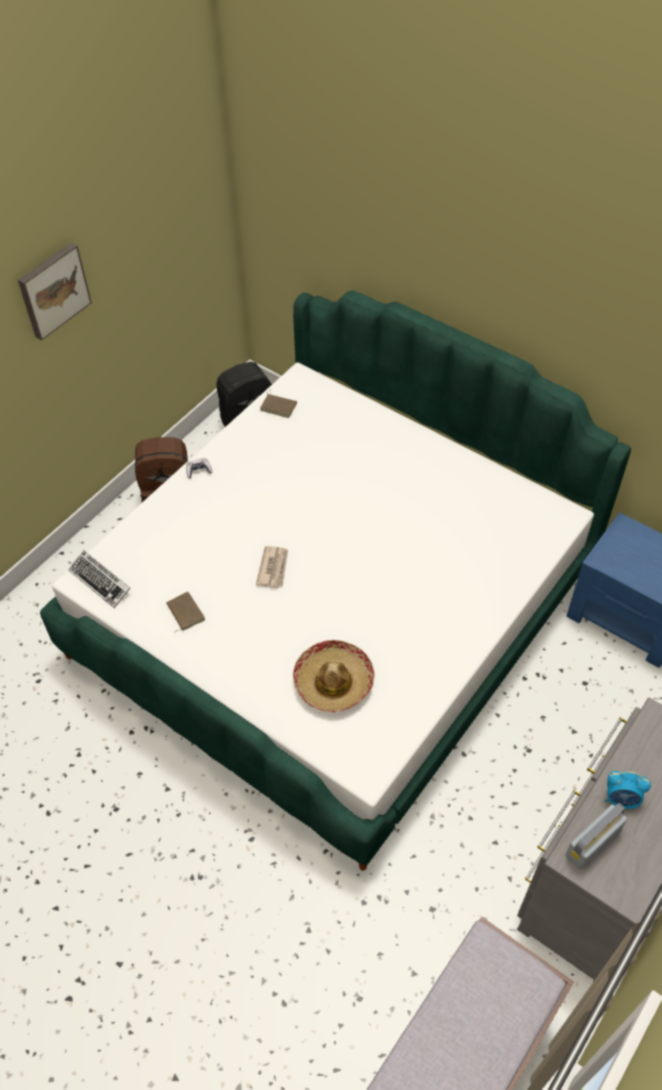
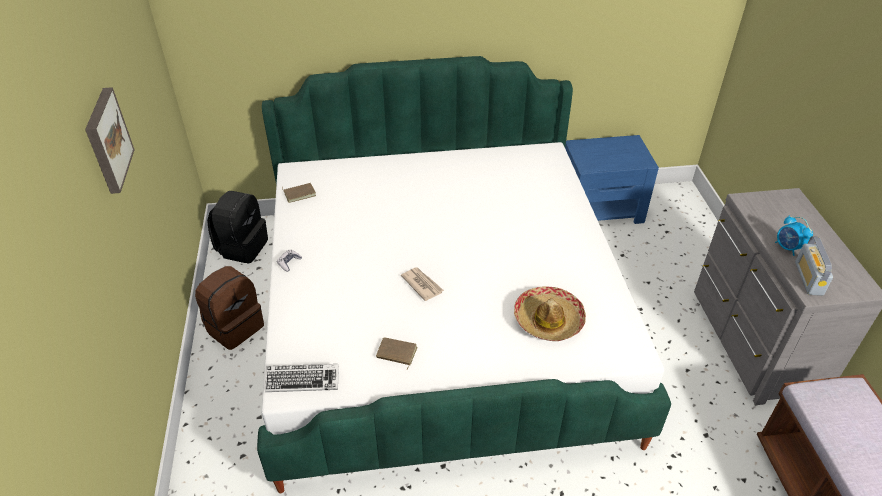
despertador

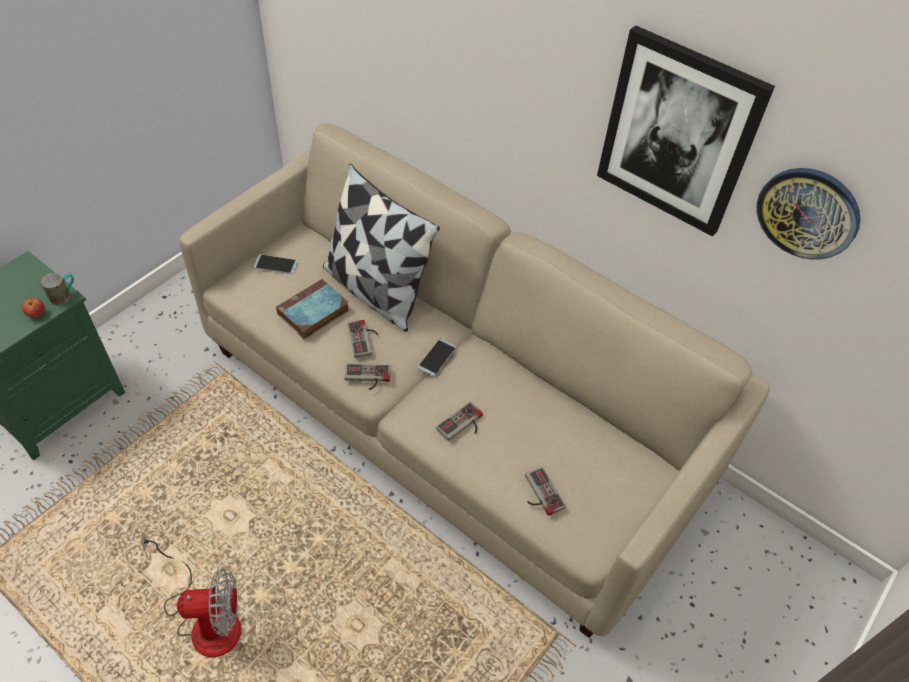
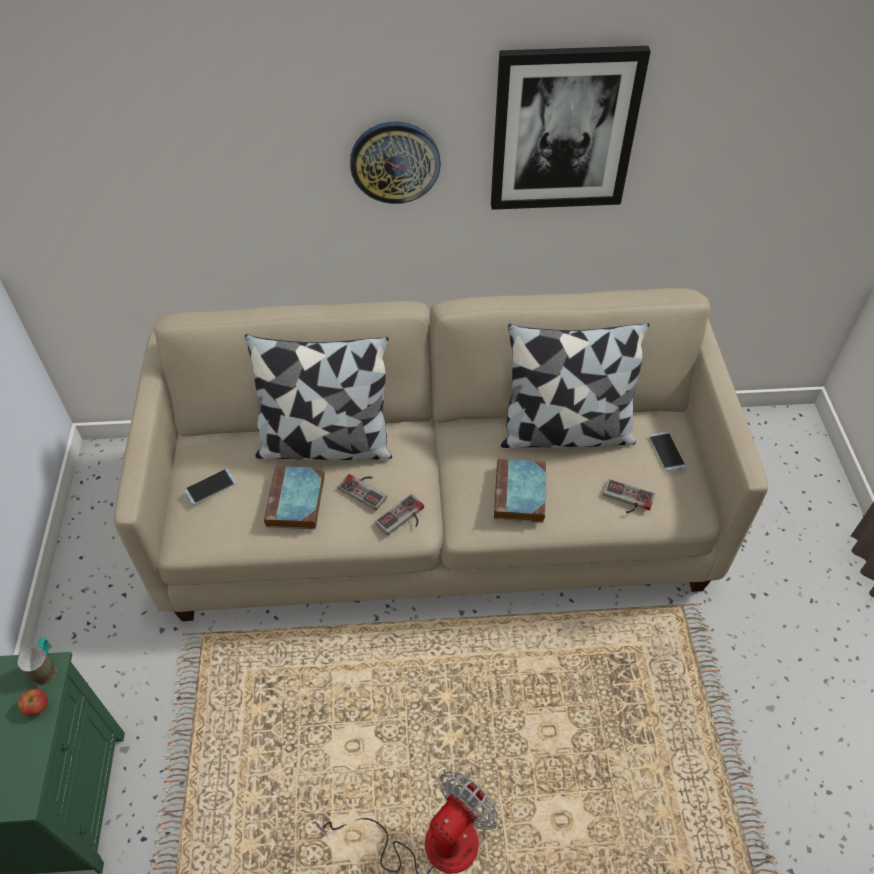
cojín (2nd from left); móvil (2nd from left); reloj de pared; libro (2nd from left)

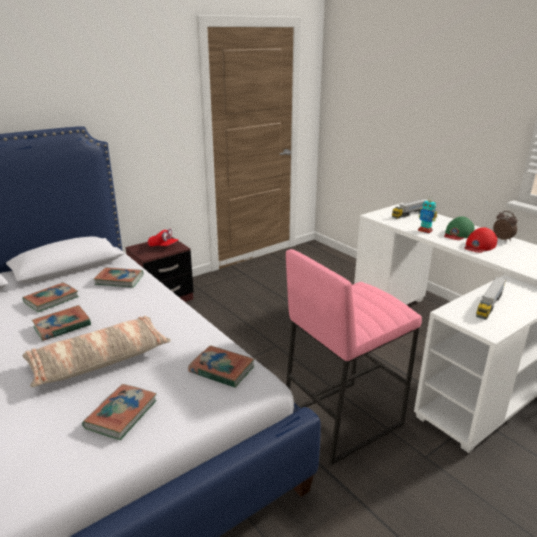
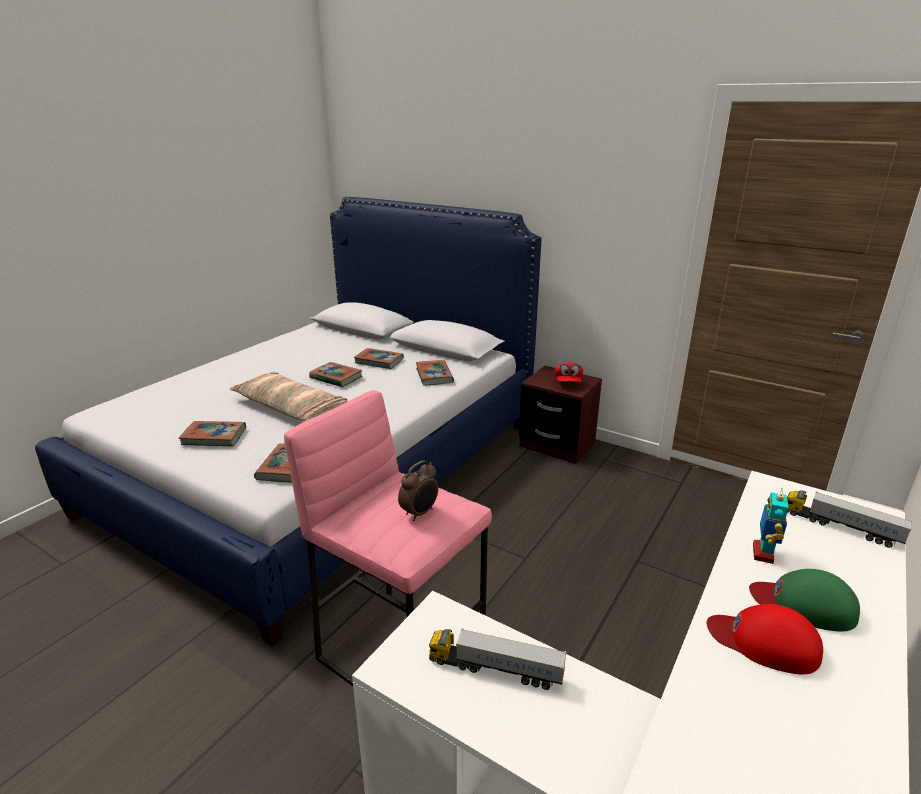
despertador

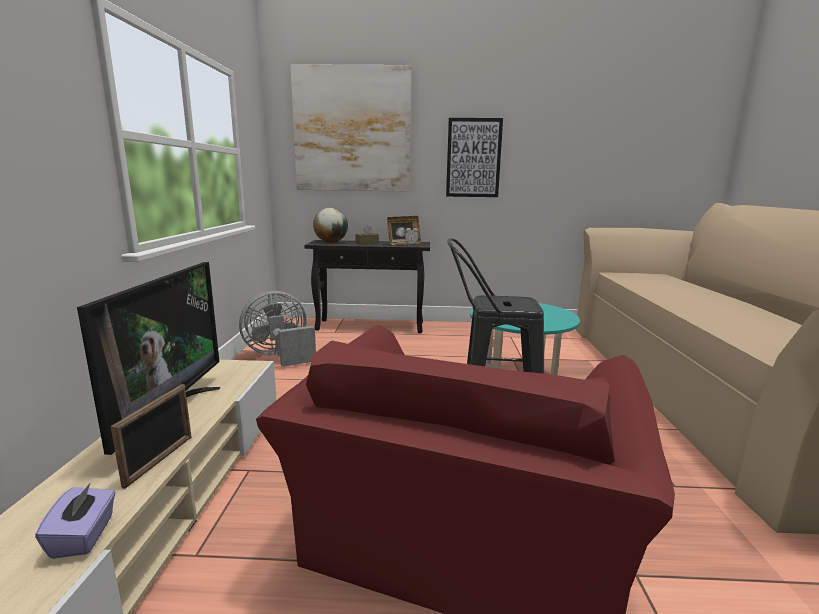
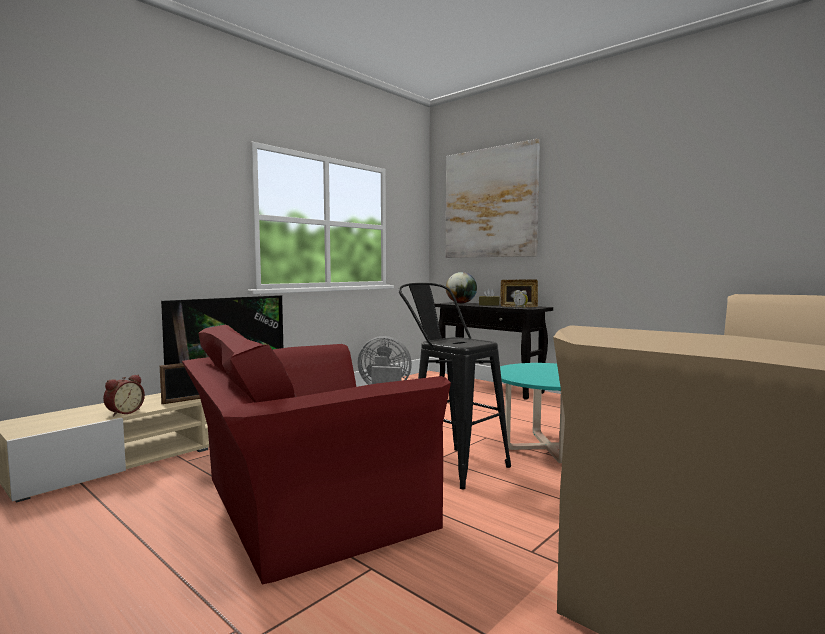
cuadro (2nd from left in the first image); despertador (1st from left)

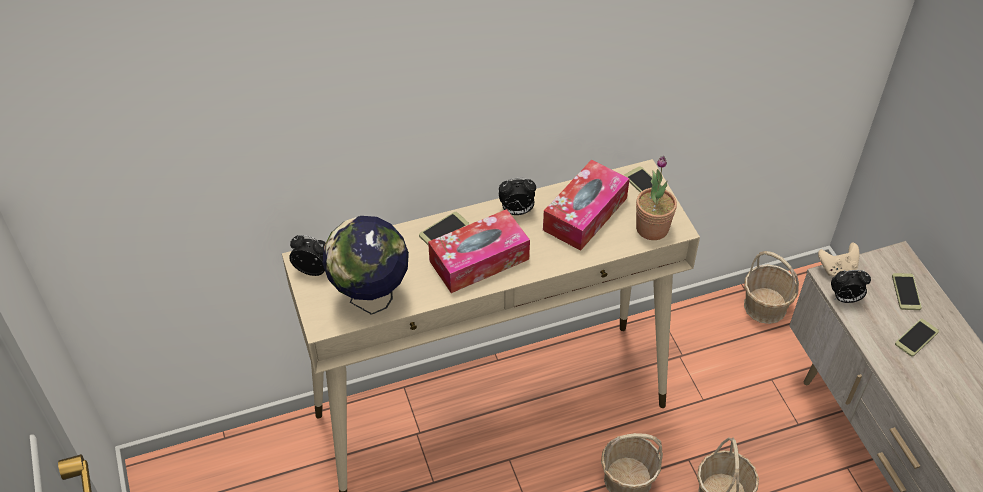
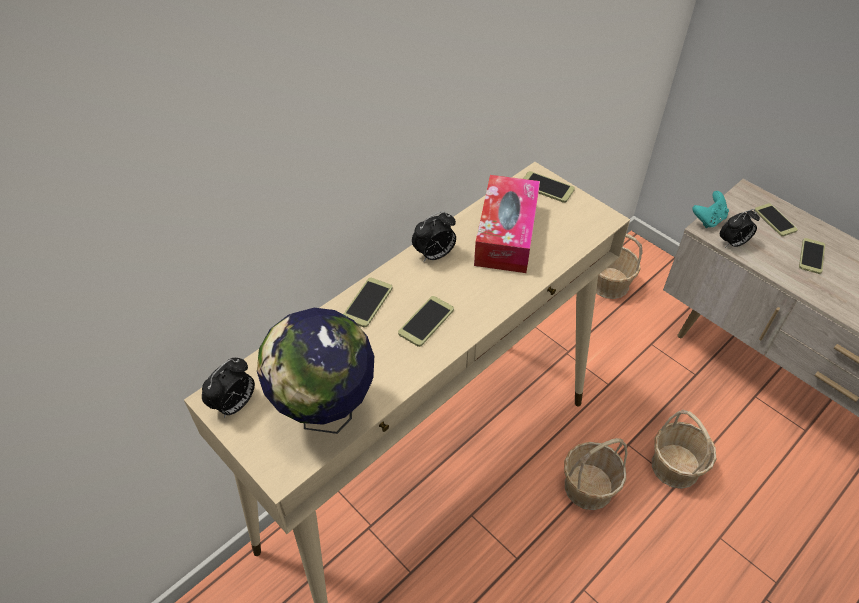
planta en maceta; móvil (2nd from left); mando de consola/turquesa; despertador (1st from left)

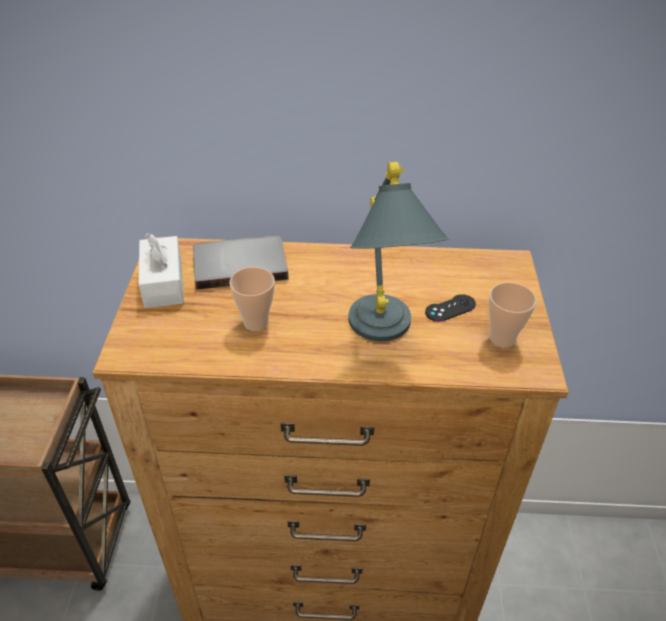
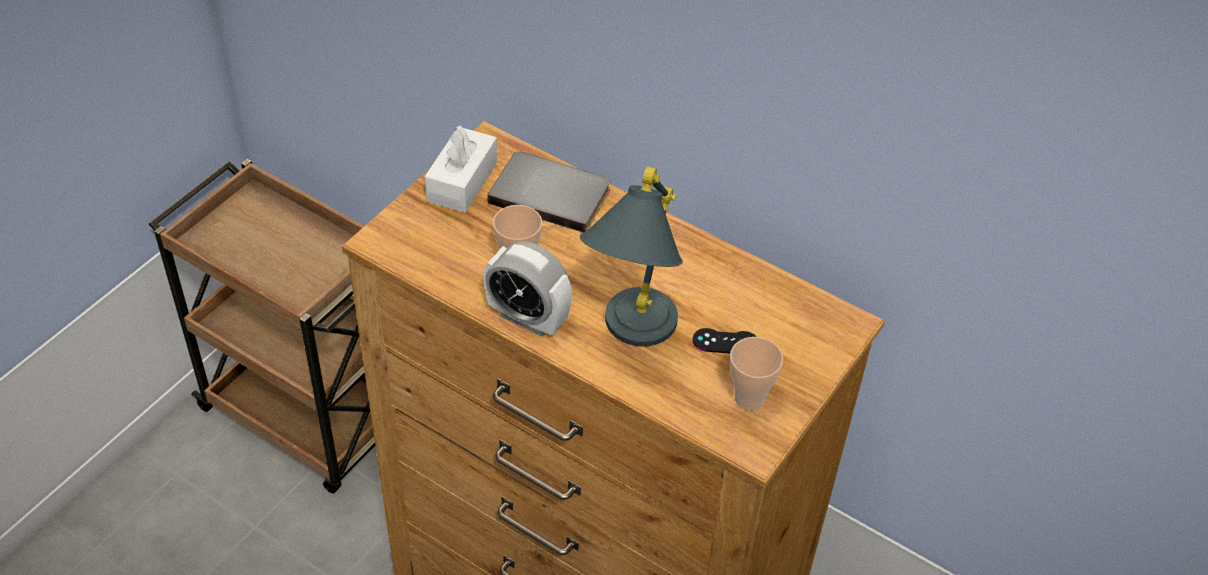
despertador

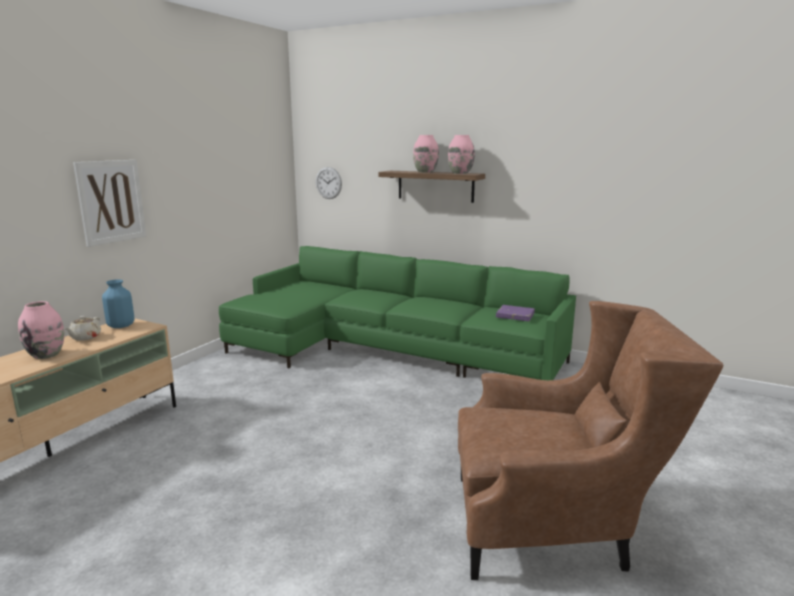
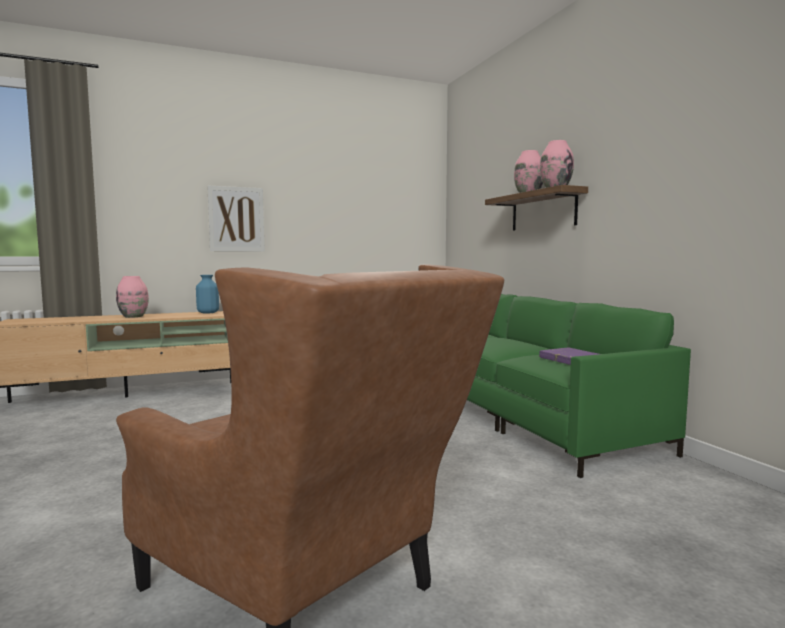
tetera/beis; reloj de pared

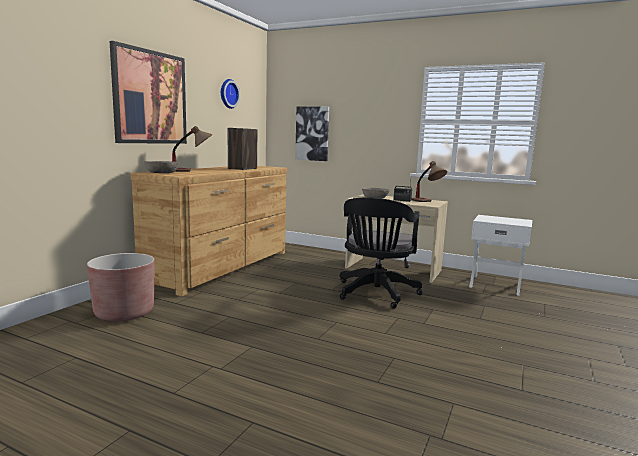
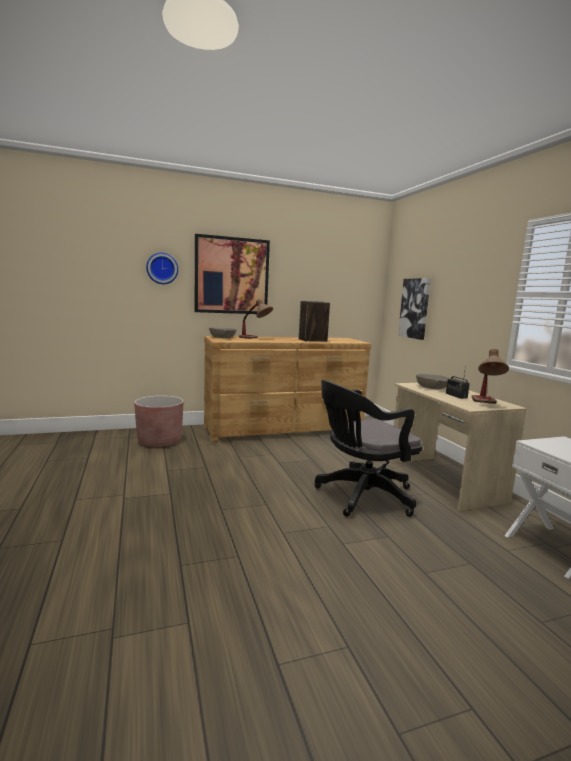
reloj de pared

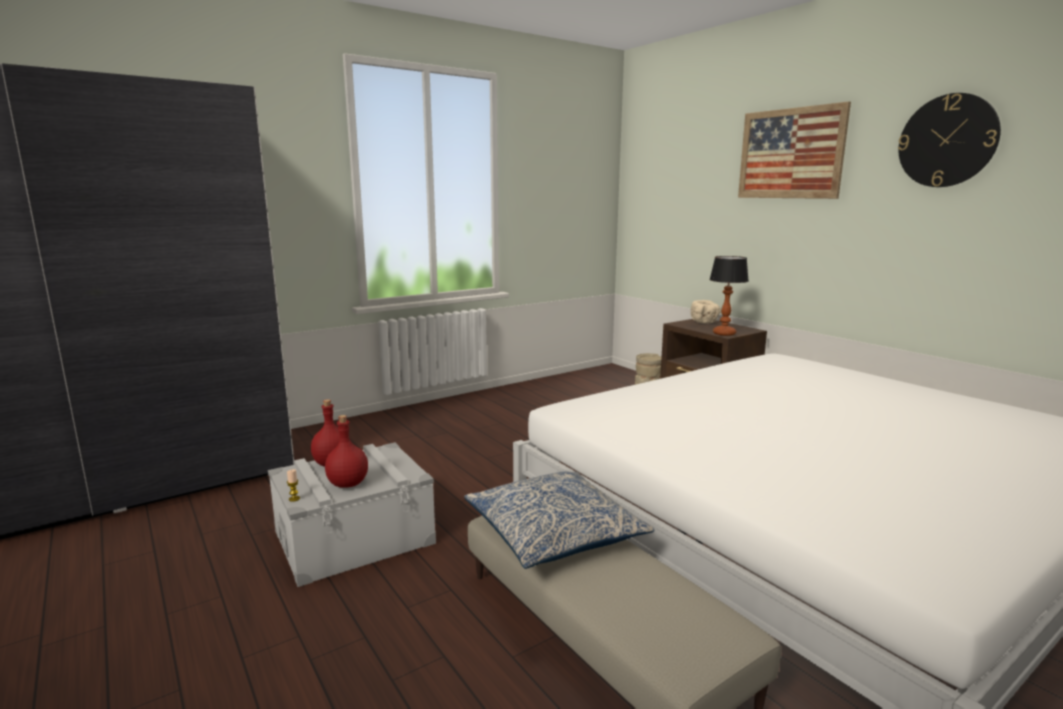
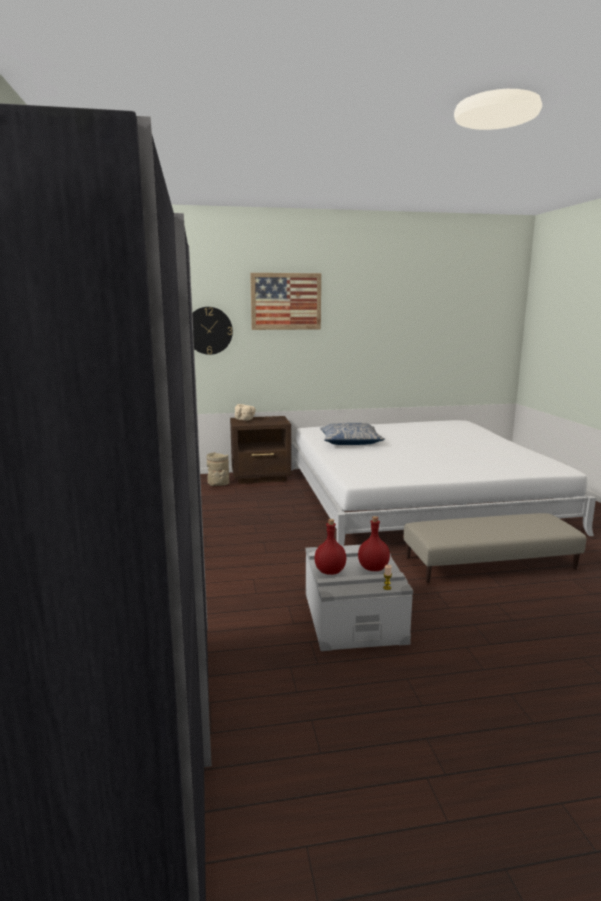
lámpara de mesa; cojín; reloj de pared

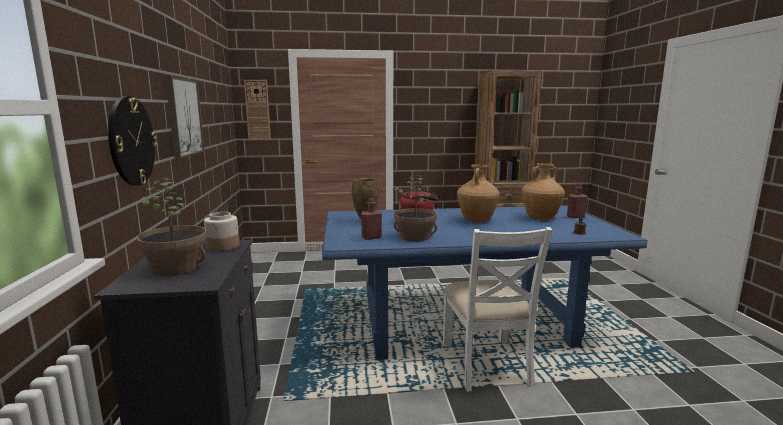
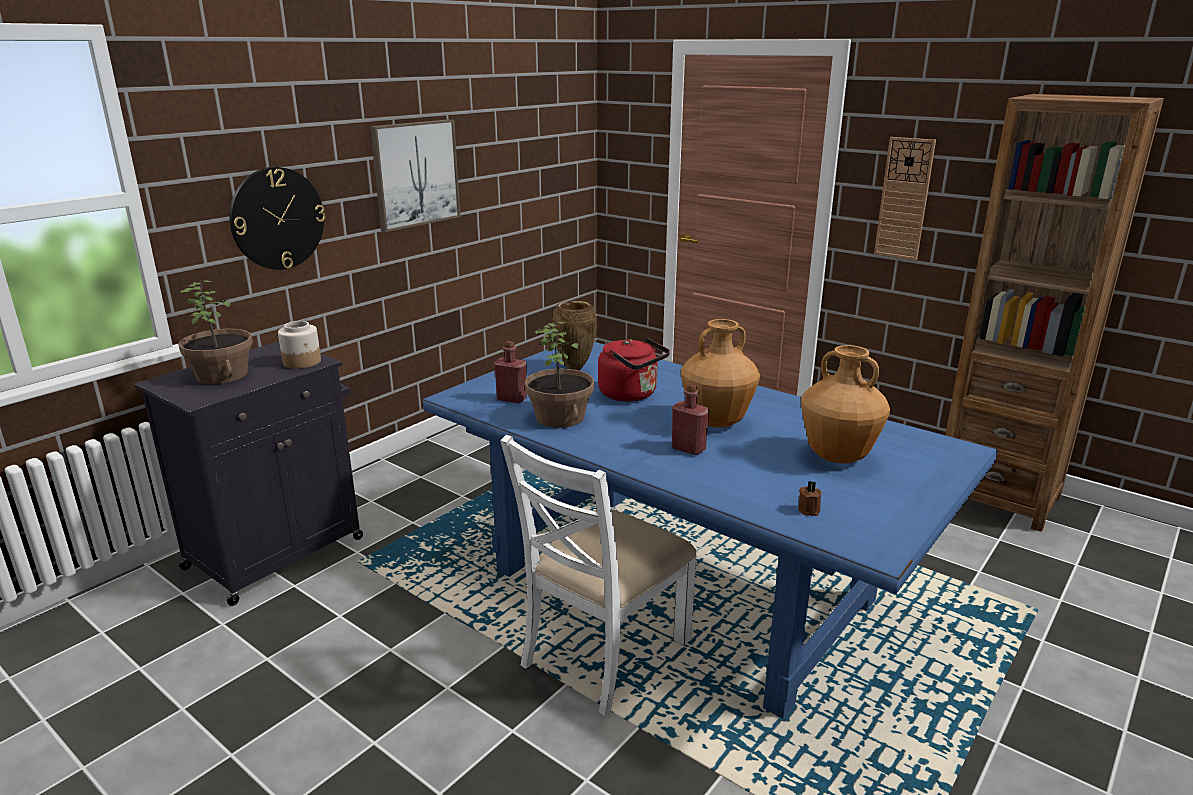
reloj de pared (2nd from left); botella/rojo (2nd from left)

